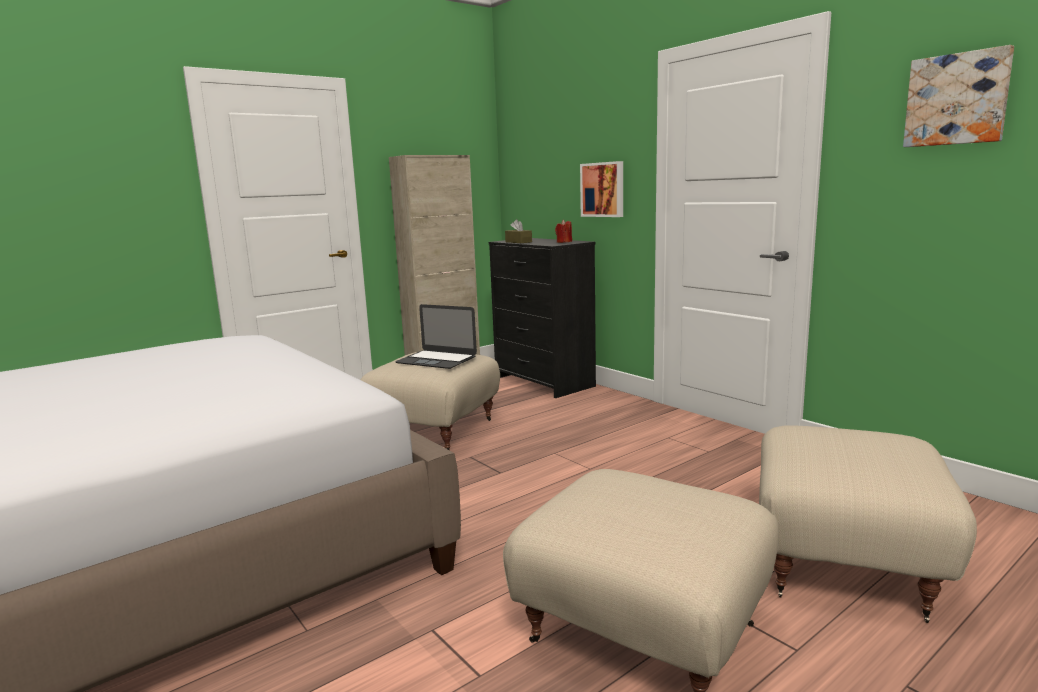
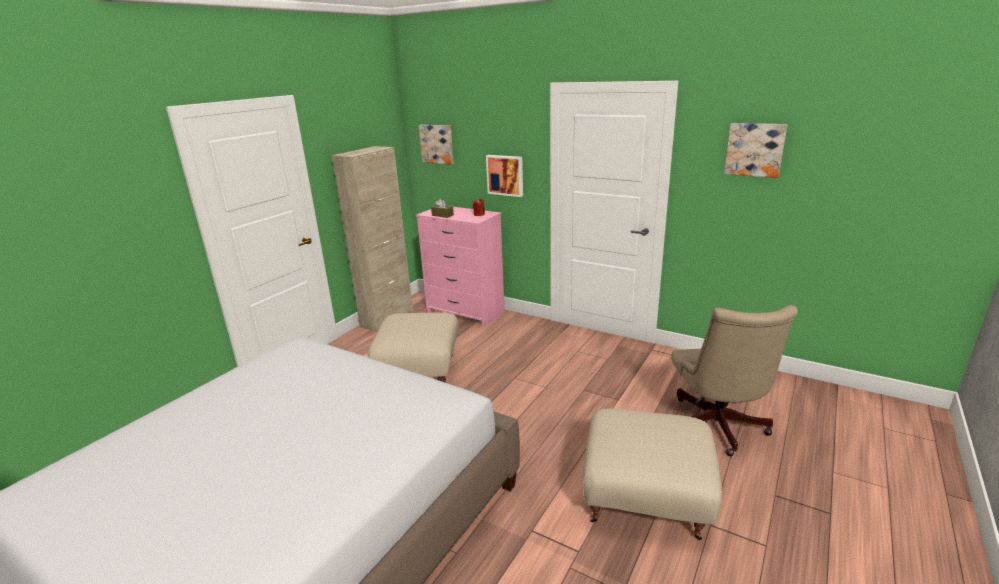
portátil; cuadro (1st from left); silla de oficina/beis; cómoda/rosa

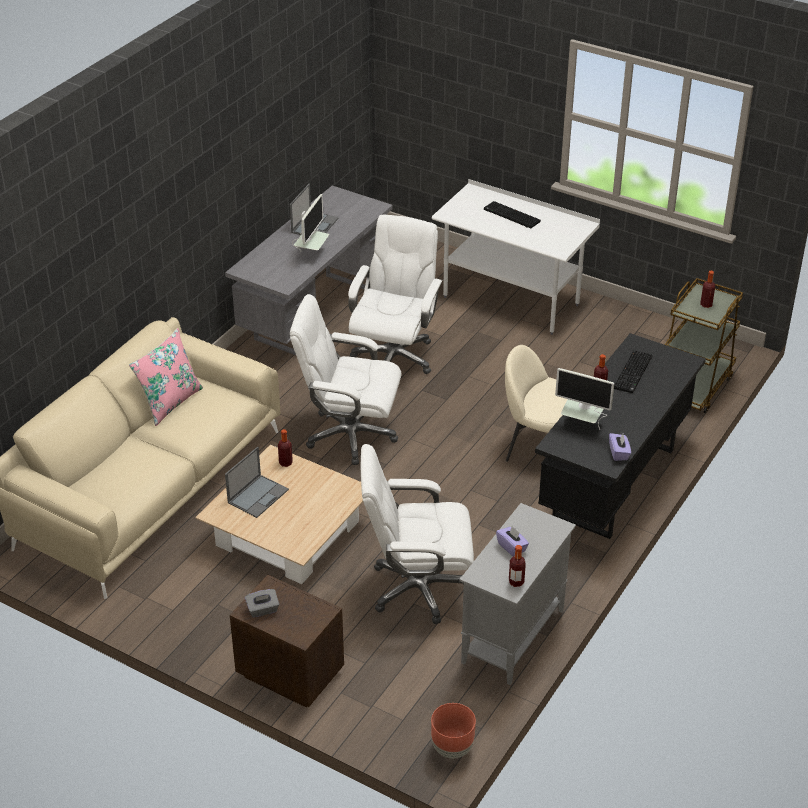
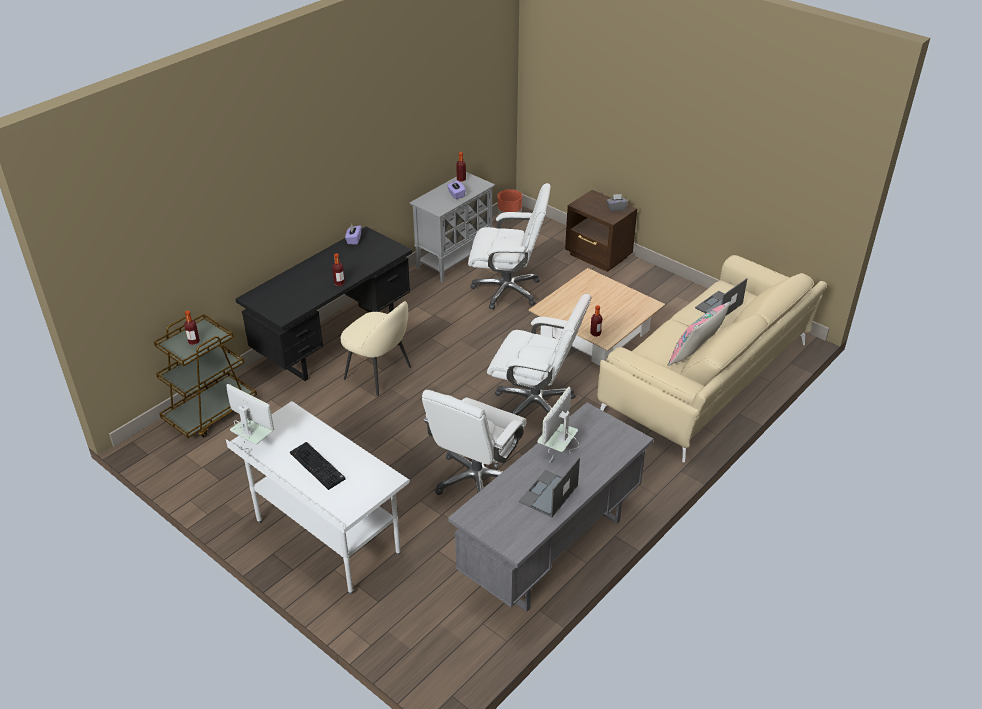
teclado (2nd from left in the first image); portátil (2nd from left); monitor (1st from left)

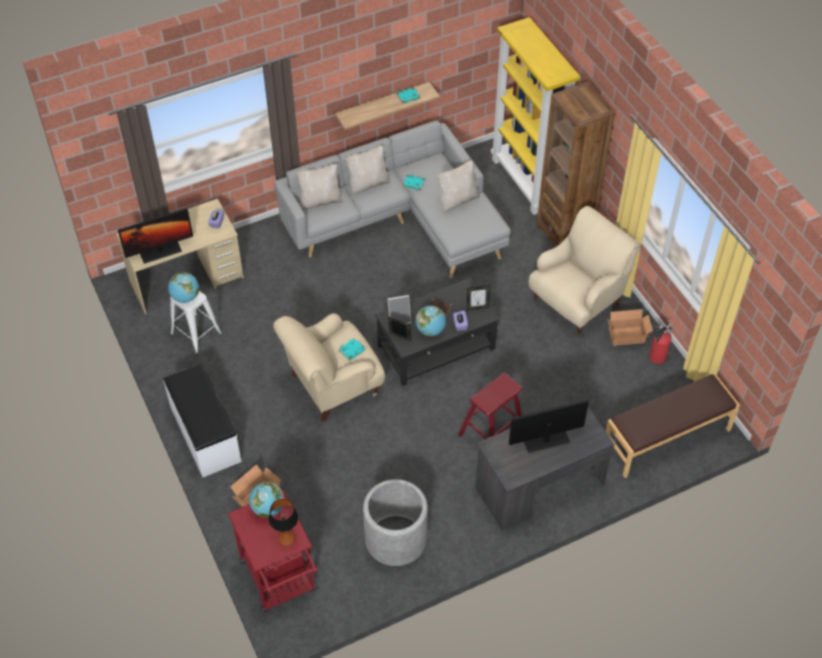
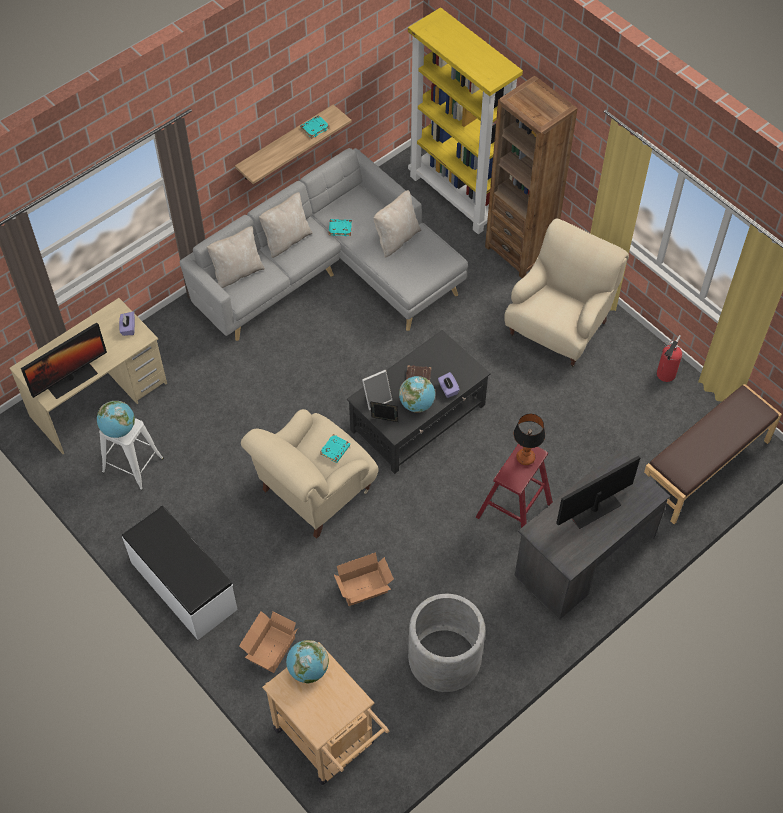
portarretratos (3rd from left in the first image); lámpara de mesa; caja de cartón (2nd from left); carrito/beis

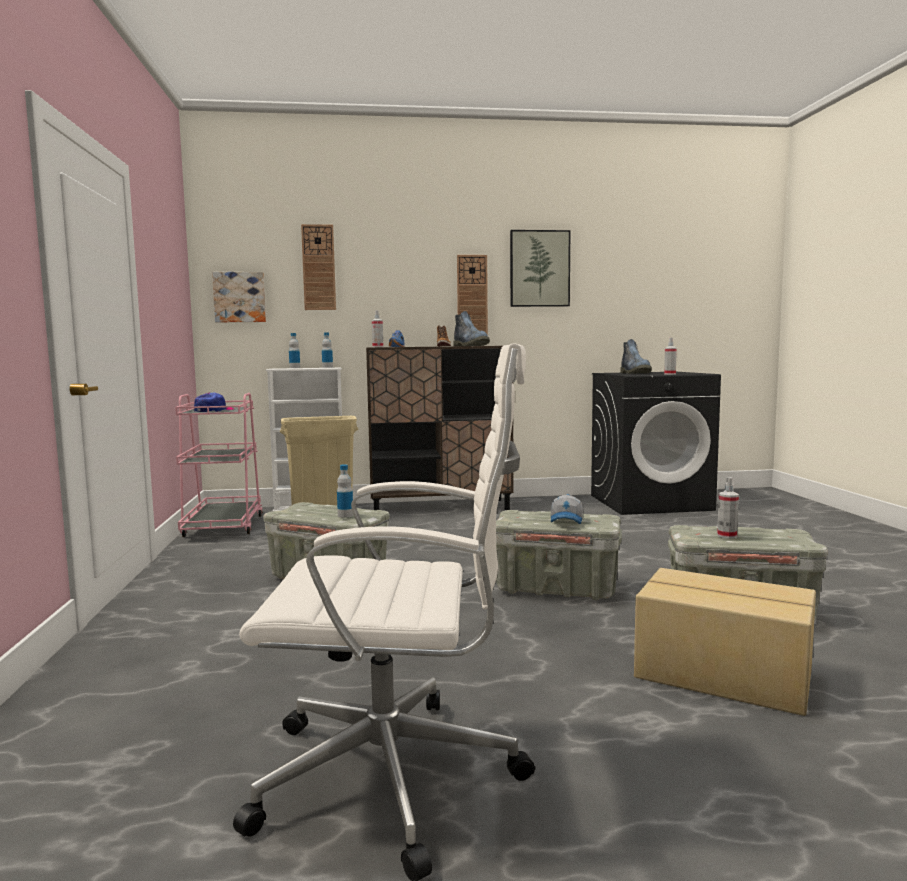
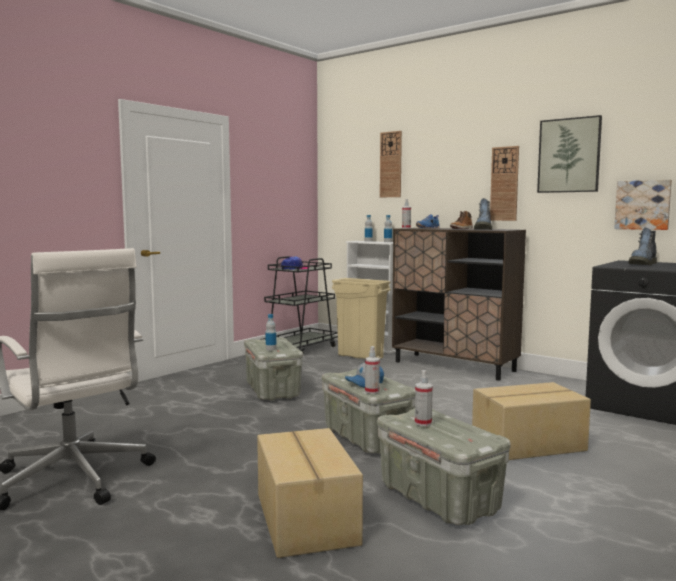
caja de cartón (2nd from left); cuadro (2nd from left); pulverizador (1st from left); carrito/negro

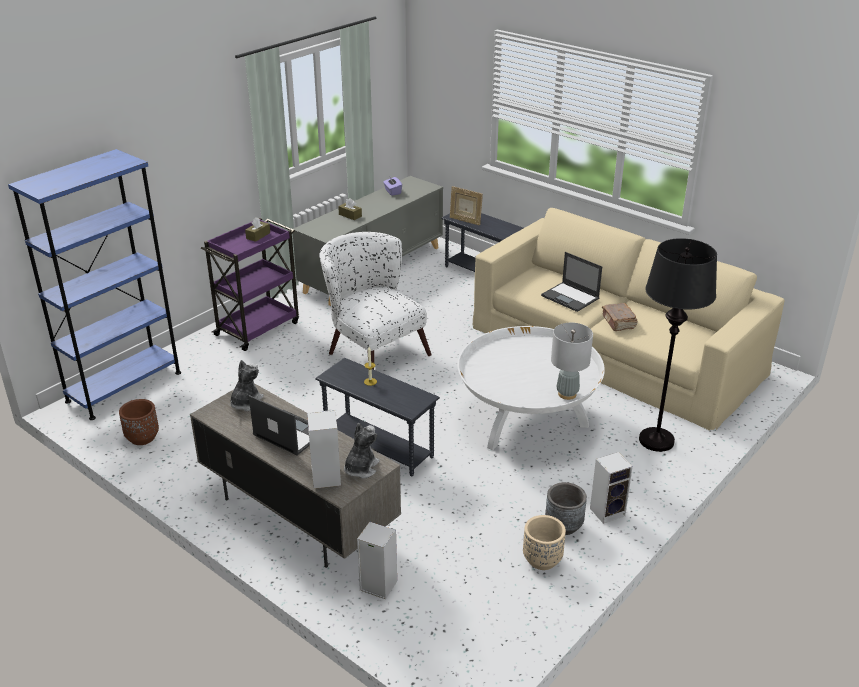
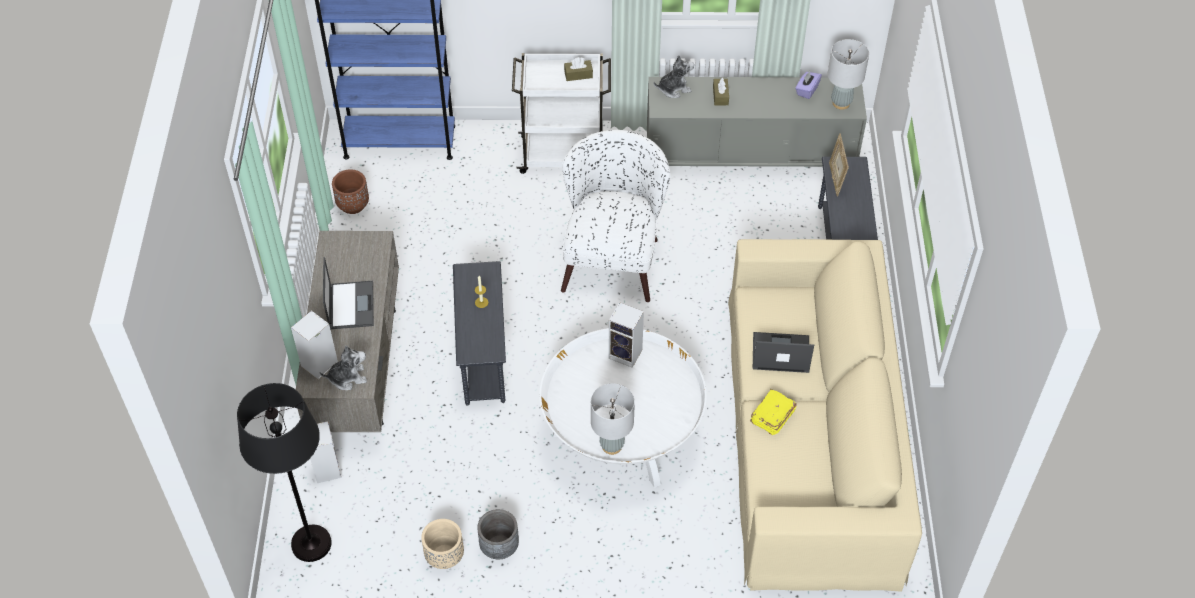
lámpara de mesa/gris (2nd from left); peluche (2nd from left); altavoz (3rd from left); lámpara de pie/negro; carrito/blanco; libro/amarillo; portátil (2nd from left)

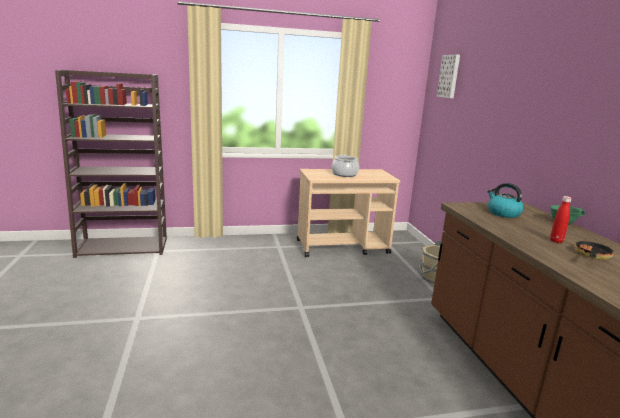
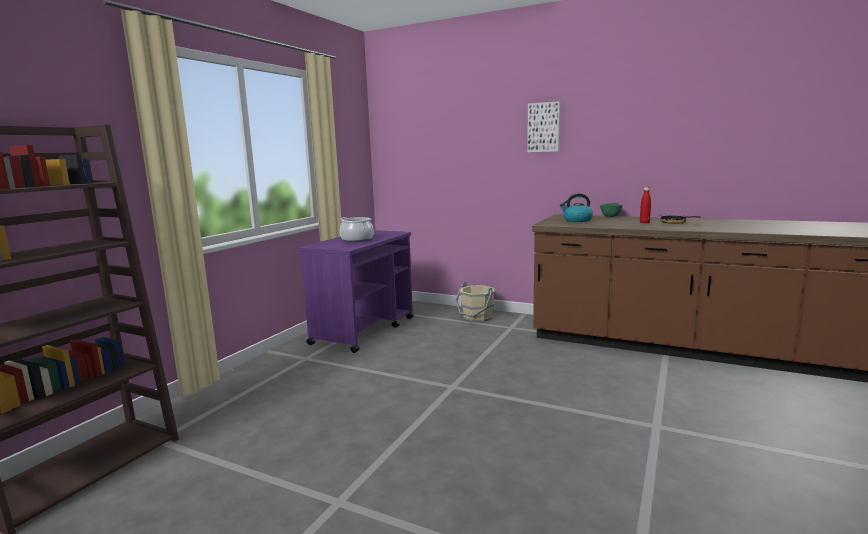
cuadro; carrito/morado

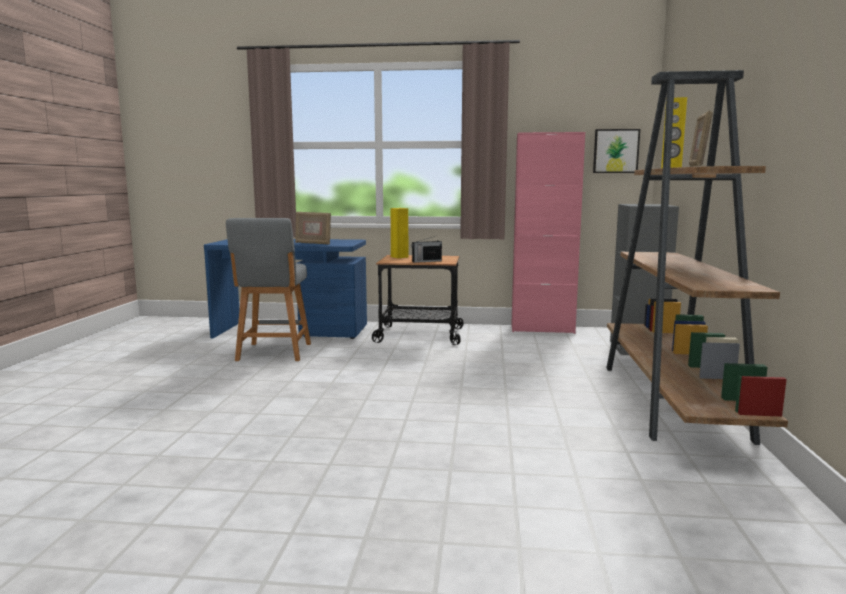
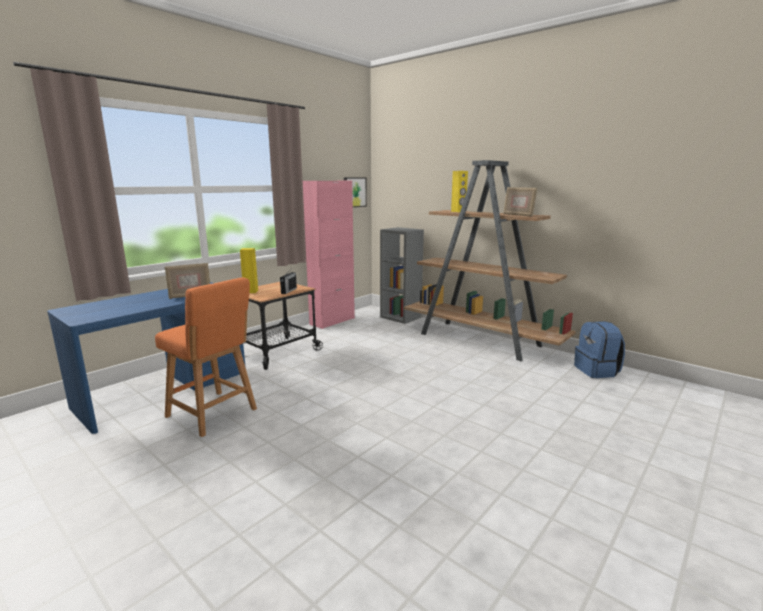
mochila/azul; taburete/naranja

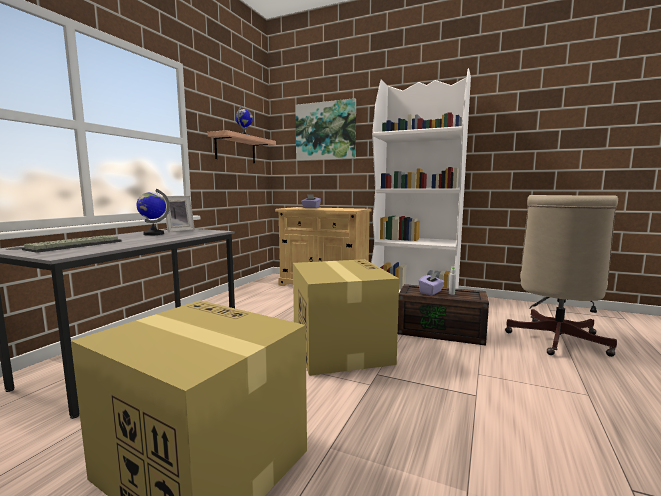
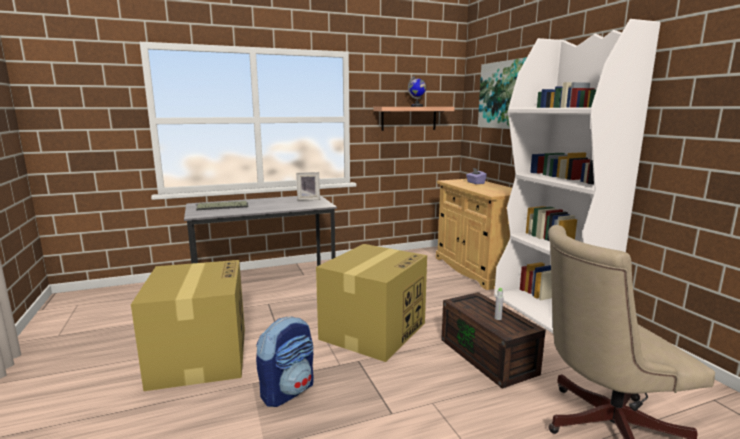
globo terráqueo (1st from left in the first image); caja de pañuelos/morado (2nd from left in the first image); mochila

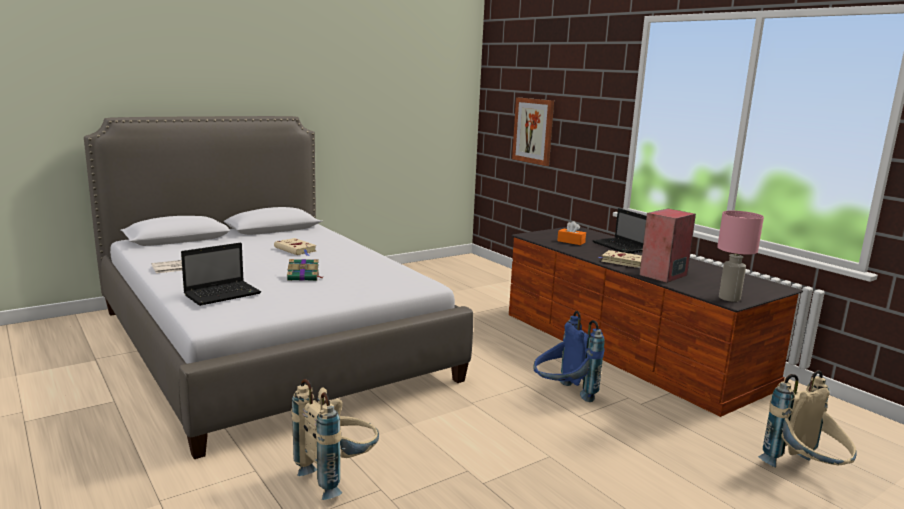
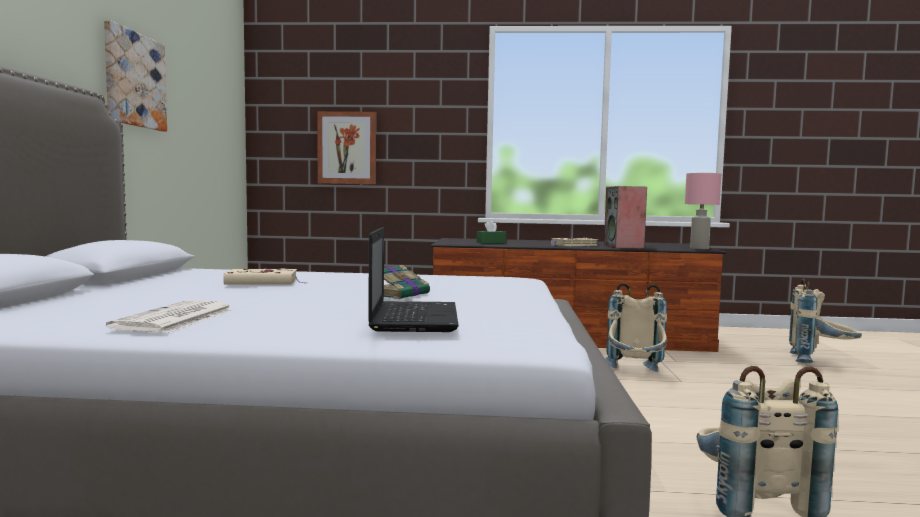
portátil (2nd from left in the first image); cuadro (1st from left); mochila/beis (1st from left); caja de pañuelos/verde

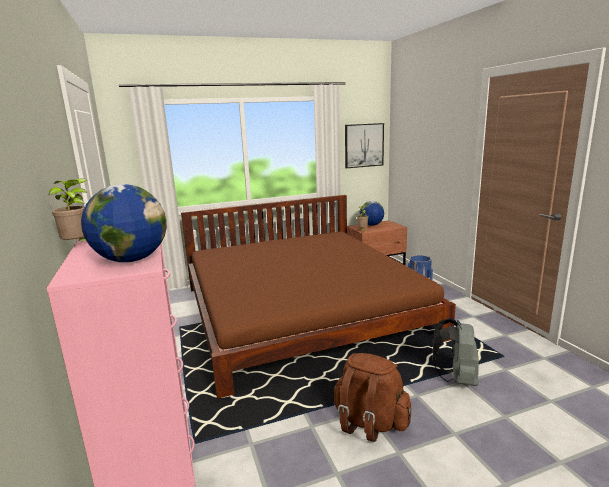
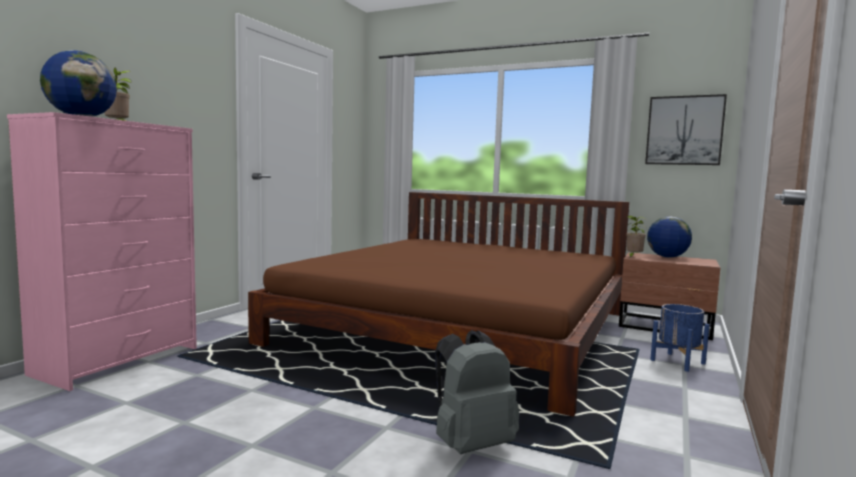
mochila/marrón

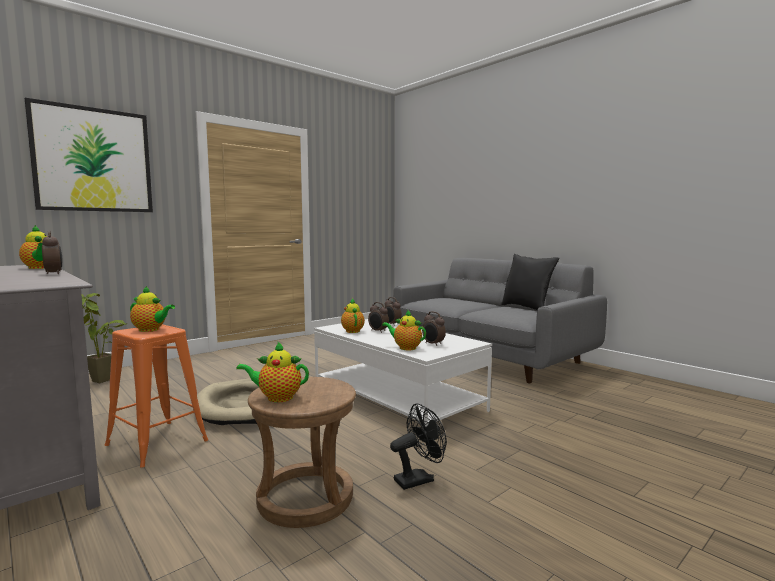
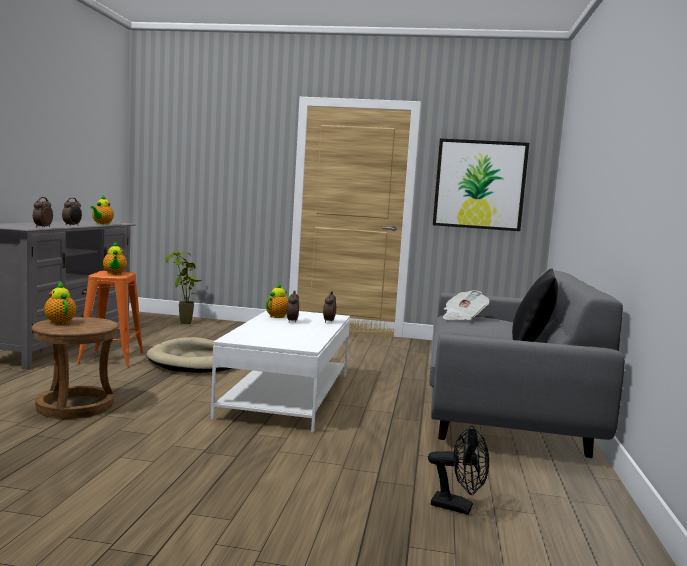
tetera (5th from left in the first image); periódico; cuadro; ventilador/negro; despertador (1st from left)

